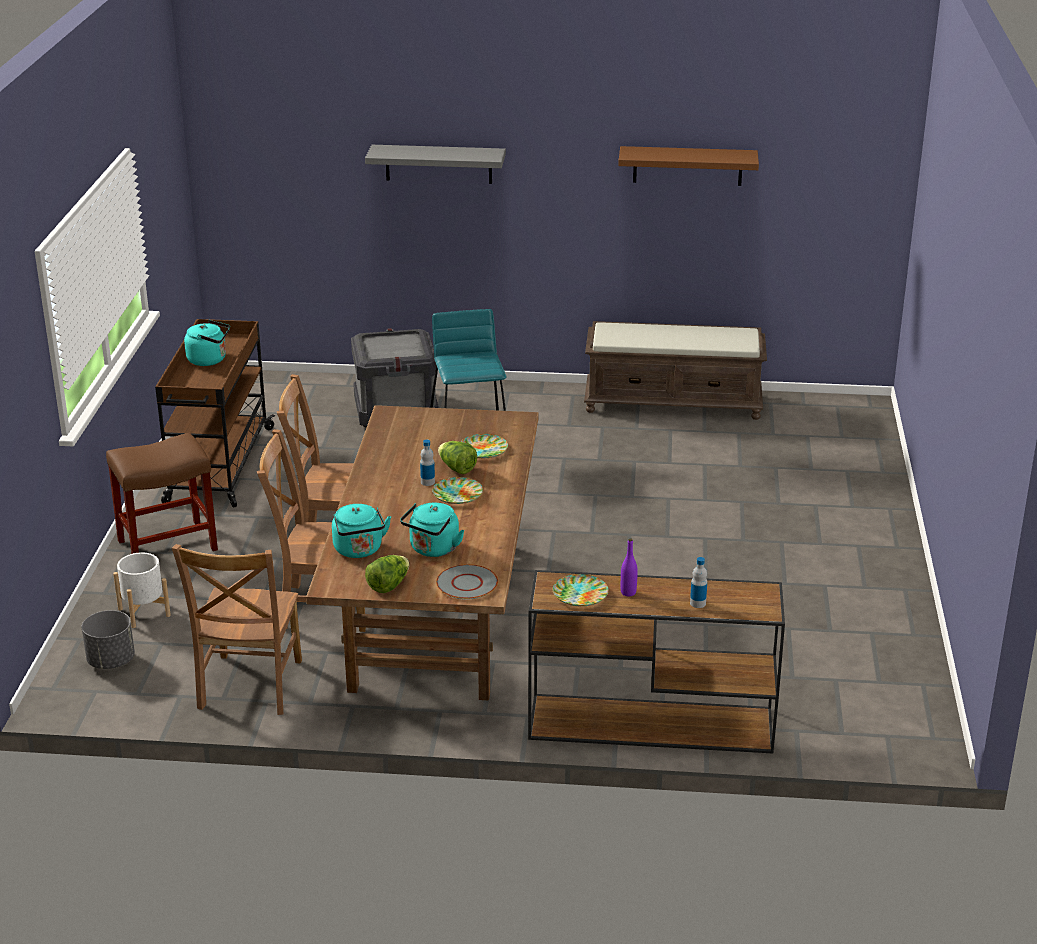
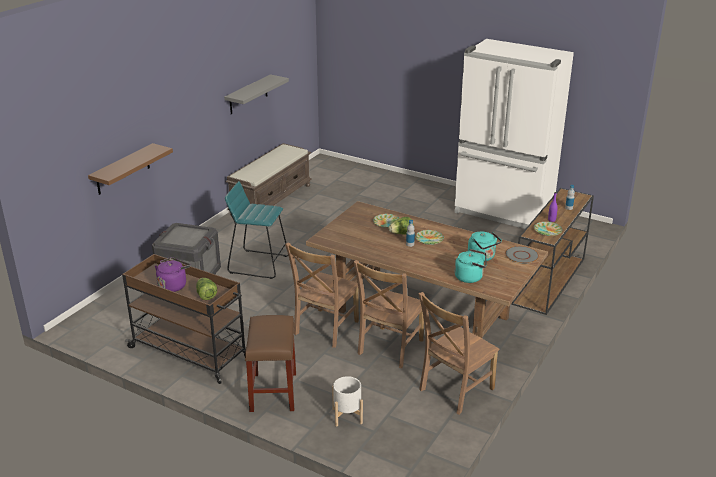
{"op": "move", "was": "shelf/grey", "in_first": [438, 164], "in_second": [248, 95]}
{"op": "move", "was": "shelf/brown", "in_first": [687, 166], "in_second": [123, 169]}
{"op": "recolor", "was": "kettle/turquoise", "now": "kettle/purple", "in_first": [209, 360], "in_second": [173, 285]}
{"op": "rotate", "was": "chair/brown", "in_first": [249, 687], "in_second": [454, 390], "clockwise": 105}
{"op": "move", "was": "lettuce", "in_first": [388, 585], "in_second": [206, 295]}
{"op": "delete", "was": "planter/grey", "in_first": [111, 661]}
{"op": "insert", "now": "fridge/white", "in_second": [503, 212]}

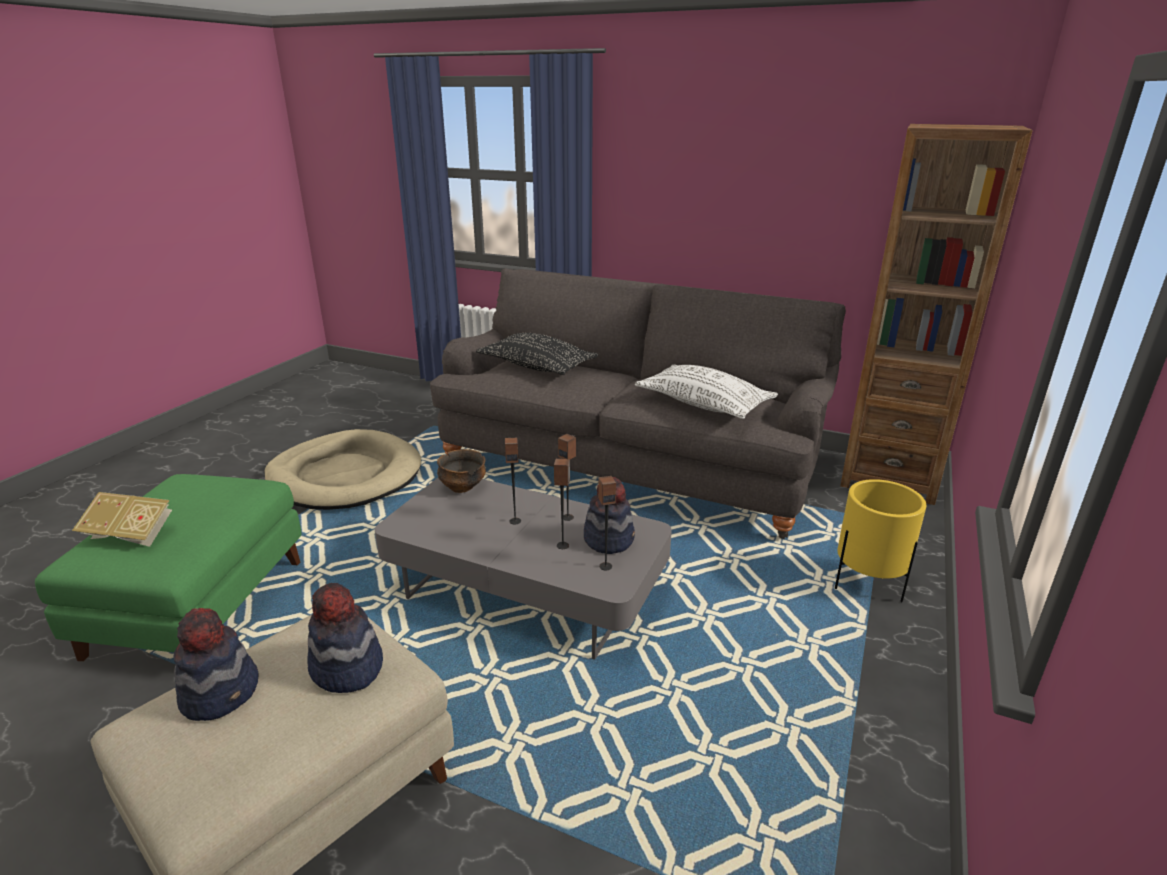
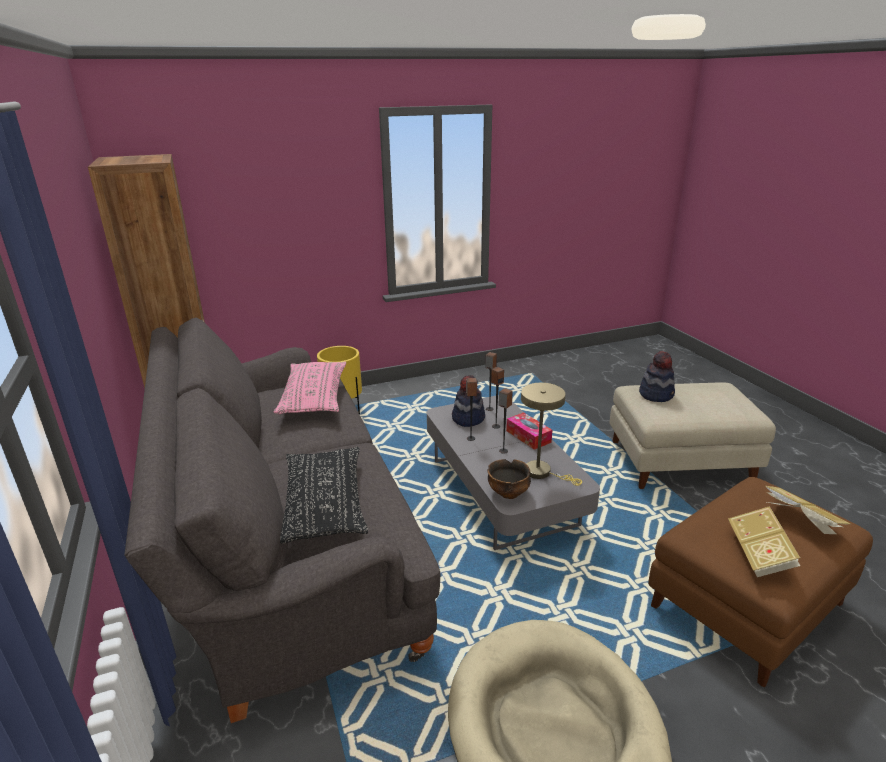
{"op": "recolor", "was": "pillow/white", "now": "pillow/pink", "in_first": [704, 404], "in_second": [314, 398]}
{"op": "recolor", "was": "ottoman/green", "now": "ottoman/brown", "in_first": [199, 606], "in_second": [746, 607]}
{"op": "delete", "was": "hat", "in_first": [221, 692]}
{"op": "insert", "now": "table lamp/beige", "in_second": [542, 472]}
{"op": "insert", "now": "tissue box", "in_second": [528, 436]}
{"op": "insert", "now": "book", "in_second": [759, 555]}

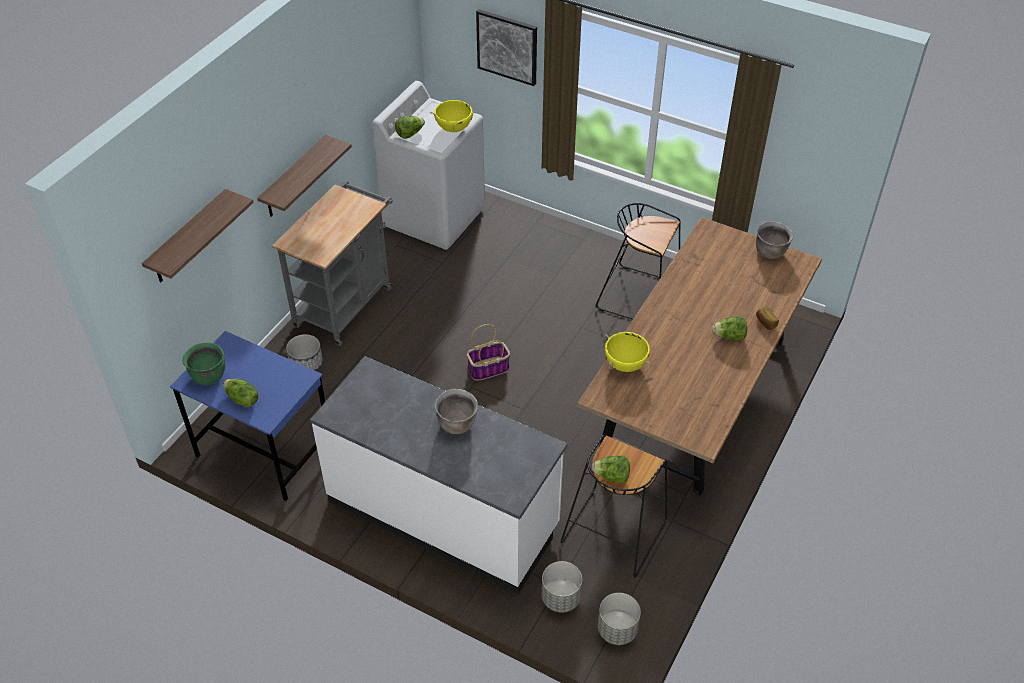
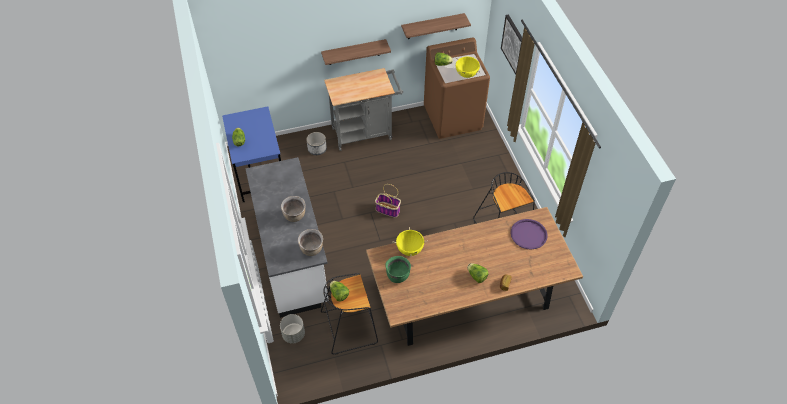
{"op": "recolor", "was": "washing machine/white", "now": "washing machine/brown", "in_first": [434, 216], "in_second": [453, 118]}
{"op": "move", "was": "shelf", "in_first": [188, 238], "in_second": [432, 26]}
{"op": "move", "was": "cooking pot/brown", "in_first": [770, 252], "in_second": [312, 249]}
{"op": "move", "was": "cooking pot/green", "in_first": [208, 376], "in_second": [397, 276]}
{"op": "delete", "was": "planter/grey", "in_first": [617, 630]}
{"op": "insert", "now": "tray/purple", "in_second": [528, 234]}

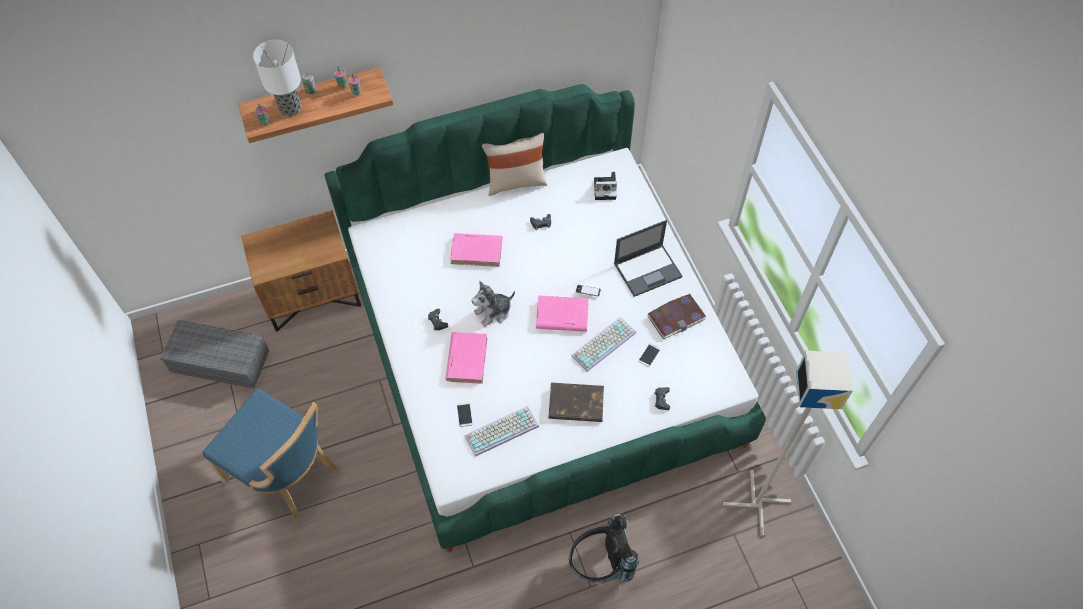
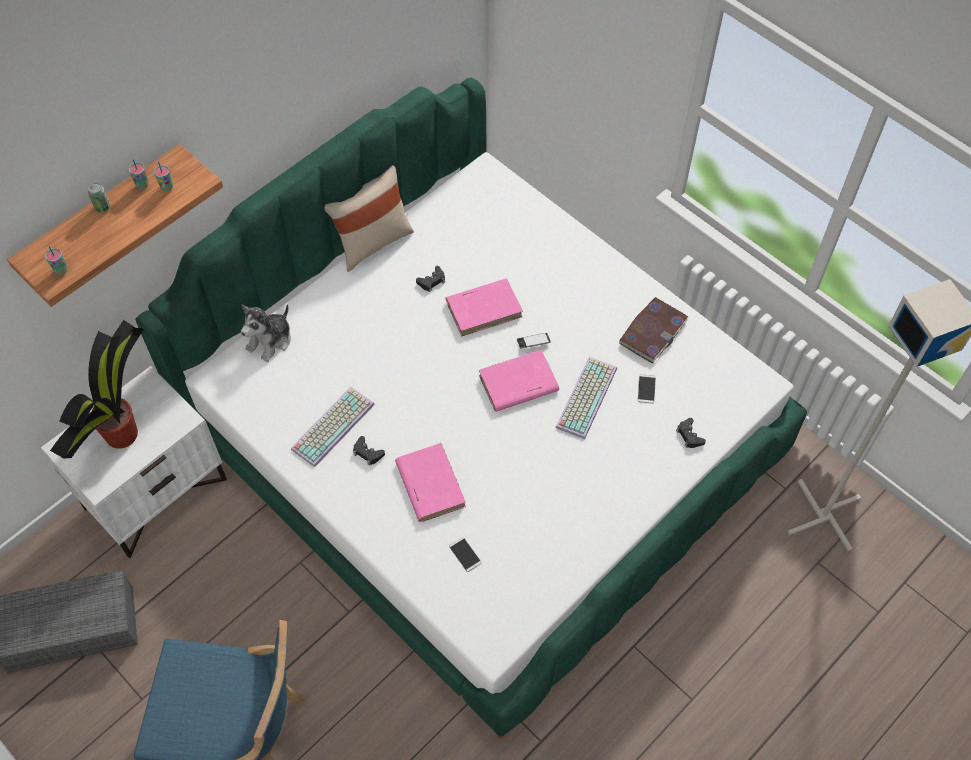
{"op": "delete", "was": "table lamp", "in_first": [290, 108]}
{"op": "delete", "was": "photo camera", "in_first": [606, 189]}
{"op": "recolor", "was": "nightstand/brown", "now": "nightstand/white", "in_first": [313, 296], "in_second": [155, 492]}
{"op": "delete", "was": "laptop", "in_first": [648, 270]}
{"op": "move", "was": "book/pink", "in_first": [477, 251], "in_second": [484, 308]}
{"op": "move", "was": "plush toy", "in_first": [493, 312], "in_second": [270, 340]}
{"op": "delete", "was": "book/brown", "in_first": [575, 404]}
{"op": "move", "was": "keyboard", "in_first": [502, 429], "in_second": [332, 425]}
{"op": "delete", "was": "backpack/black", "in_first": [600, 564]}
{"op": "insert", "now": "potted plant", "in_second": [122, 432]}

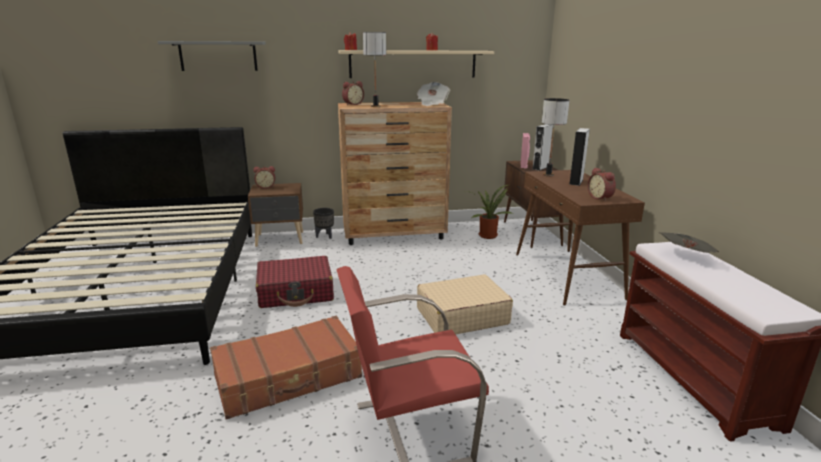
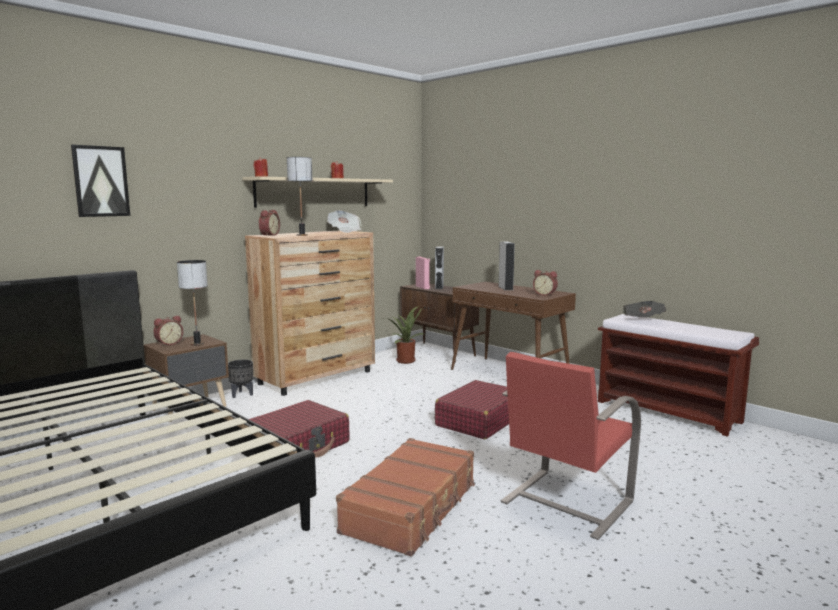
{"op": "replace", "was": "shelf/grey", "now": "picture", "in_first": [218, 56], "in_second": [101, 181]}
{"op": "move", "was": "table lamp", "in_first": [548, 175], "in_second": [197, 344]}
{"op": "recolor", "was": "suitcase/beige", "now": "suitcase/red", "in_first": [461, 316], "in_second": [479, 421]}

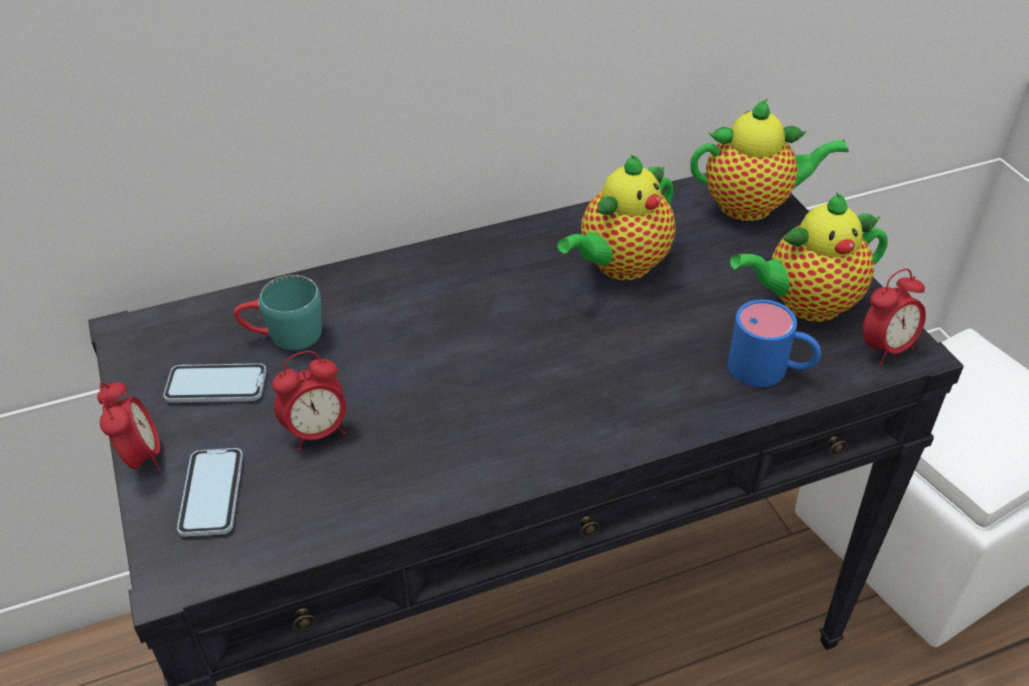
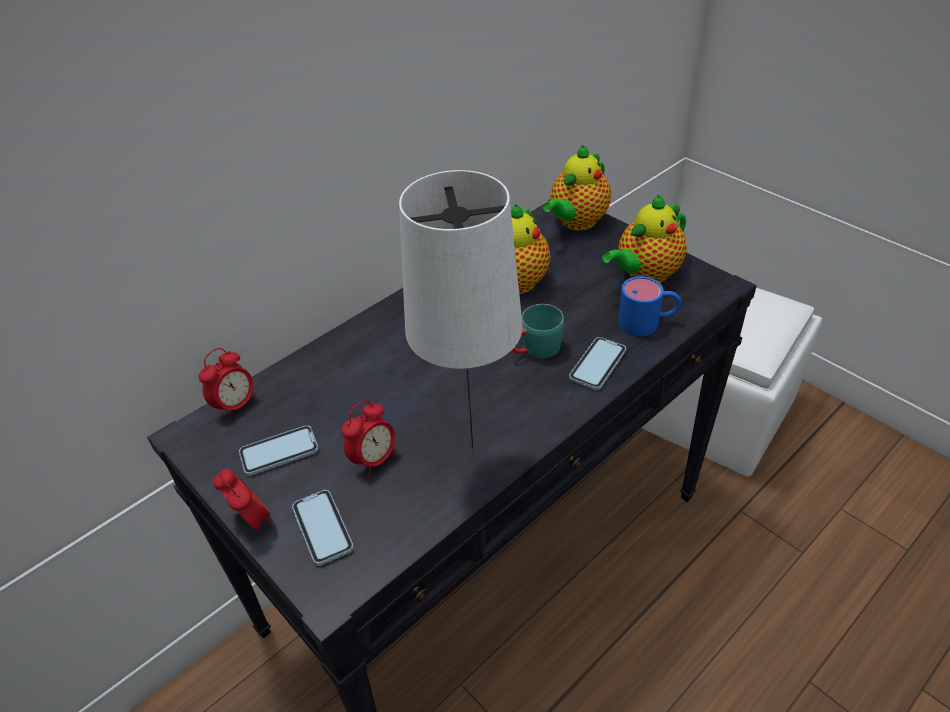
{"op": "rotate", "was": "teapot", "in_first": [752, 206], "in_second": [576, 222], "clockwise": 150}
{"op": "move", "was": "alarm clock", "in_first": [885, 348], "in_second": [236, 405]}
{"op": "move", "was": "mug/turquoise", "in_first": [283, 335], "in_second": [534, 350]}
{"op": "insert", "now": "table lamp/white", "in_second": [474, 462]}
{"op": "insert", "now": "phone", "in_second": [597, 365]}

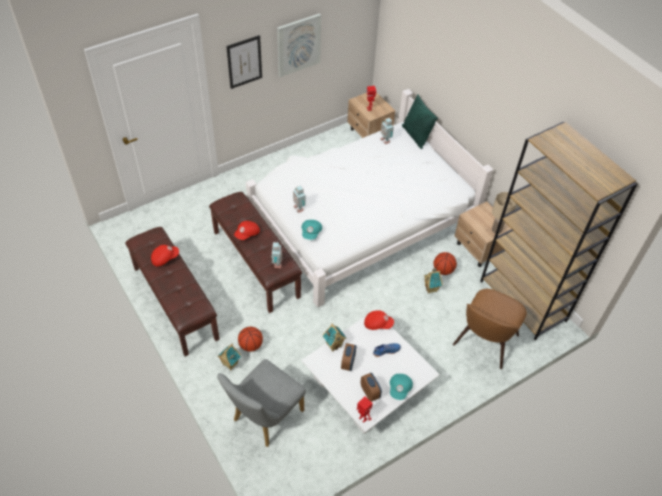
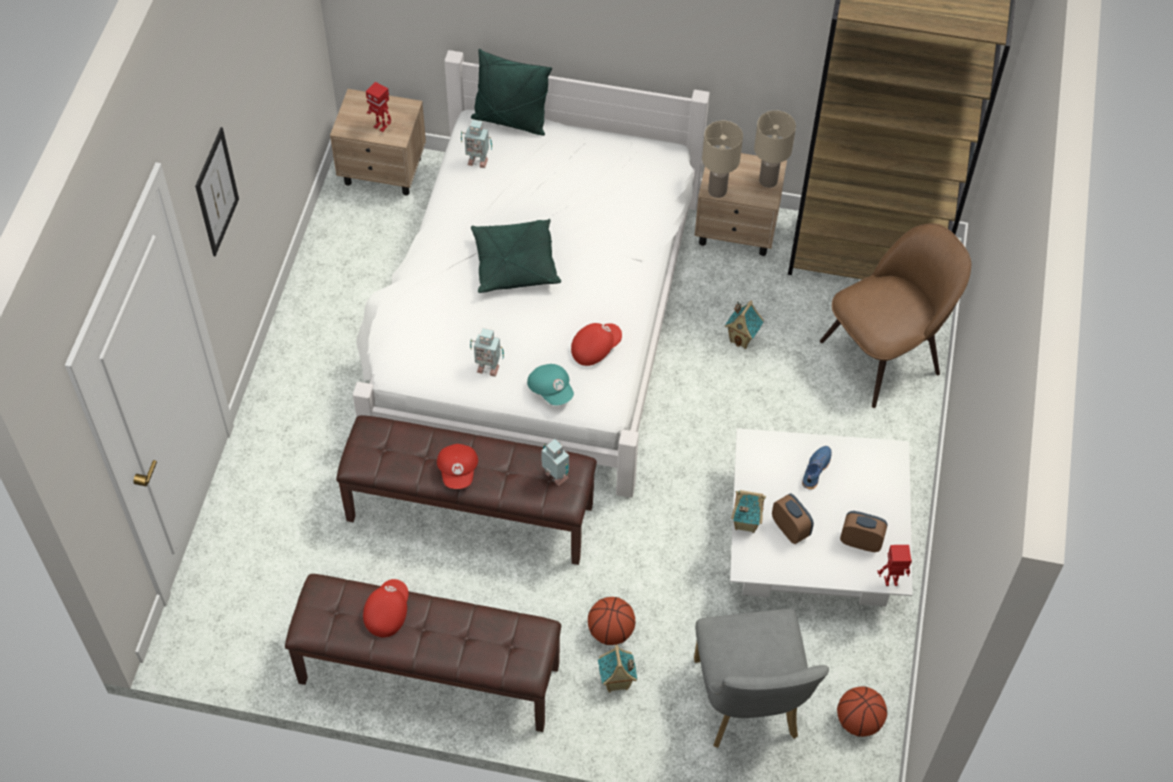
{"op": "delete", "was": "picture", "in_first": [298, 44]}
{"op": "move", "was": "basketball", "in_first": [443, 270], "in_second": [858, 721]}
{"op": "rotate", "was": "chair/brown", "in_first": [484, 342], "in_second": [884, 355], "clockwise": -105}
{"op": "move", "was": "cap/red", "in_first": [378, 324], "in_second": [595, 348]}
{"op": "delete", "was": "cap/turquoise", "in_first": [400, 389]}
{"op": "insert", "now": "table lamp/beige", "in_second": [717, 190]}
{"op": "insert", "now": "pillow/green", "in_second": [515, 264]}

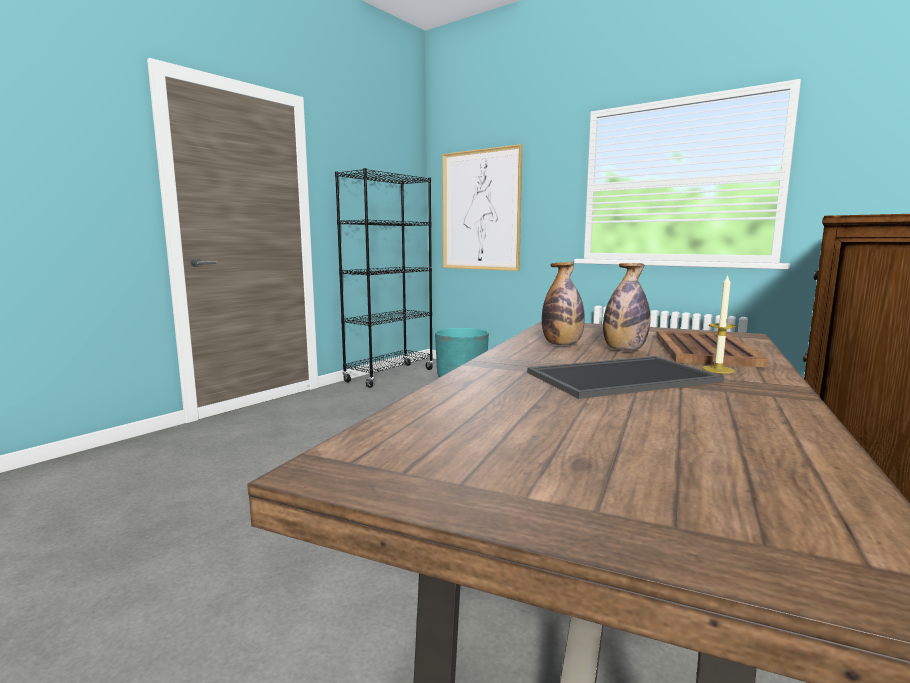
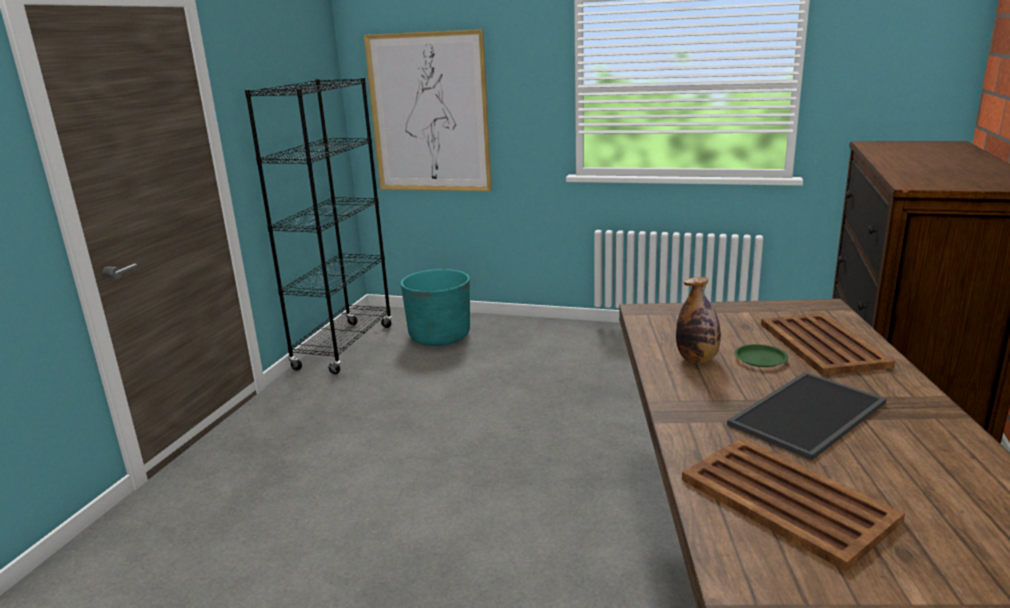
{"op": "replace", "was": "bottle", "now": "plate/green", "in_first": [624, 350], "in_second": [760, 359]}
{"op": "delete", "was": "candle", "in_first": [718, 369]}
{"op": "insert", "now": "tray/brown", "in_second": [788, 501]}

